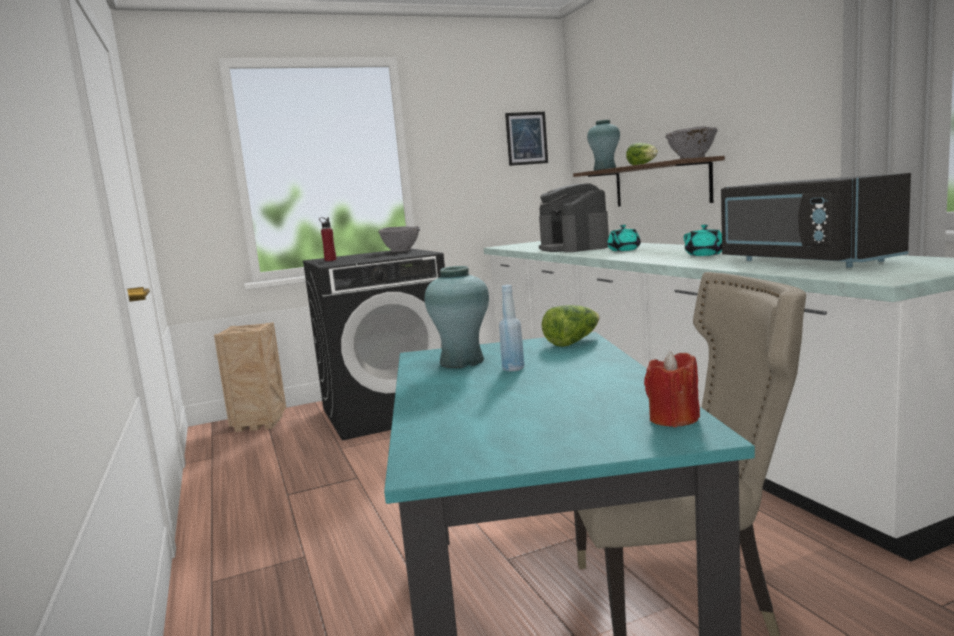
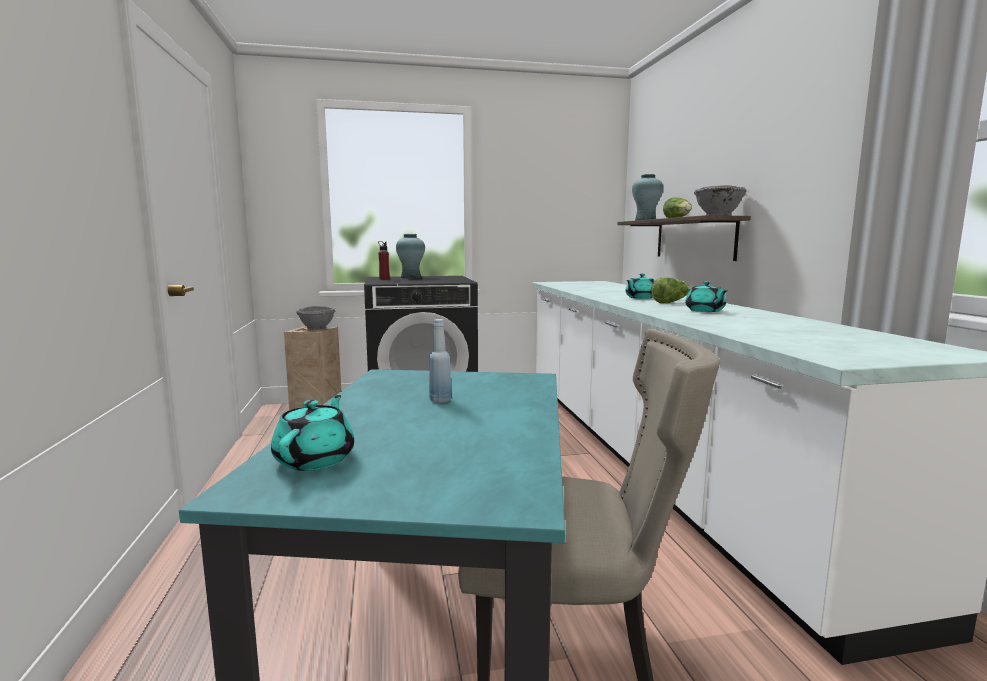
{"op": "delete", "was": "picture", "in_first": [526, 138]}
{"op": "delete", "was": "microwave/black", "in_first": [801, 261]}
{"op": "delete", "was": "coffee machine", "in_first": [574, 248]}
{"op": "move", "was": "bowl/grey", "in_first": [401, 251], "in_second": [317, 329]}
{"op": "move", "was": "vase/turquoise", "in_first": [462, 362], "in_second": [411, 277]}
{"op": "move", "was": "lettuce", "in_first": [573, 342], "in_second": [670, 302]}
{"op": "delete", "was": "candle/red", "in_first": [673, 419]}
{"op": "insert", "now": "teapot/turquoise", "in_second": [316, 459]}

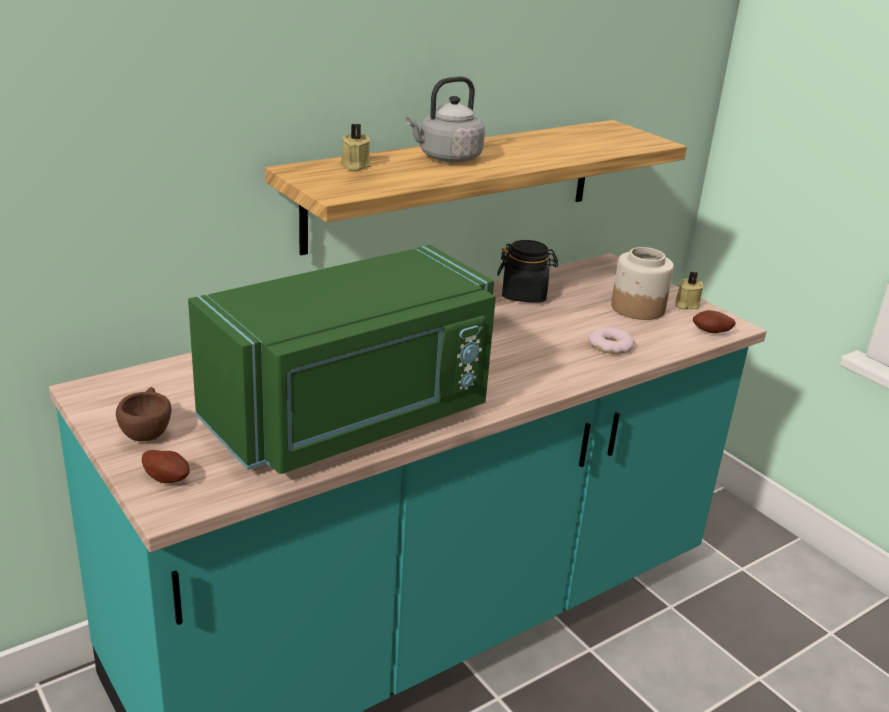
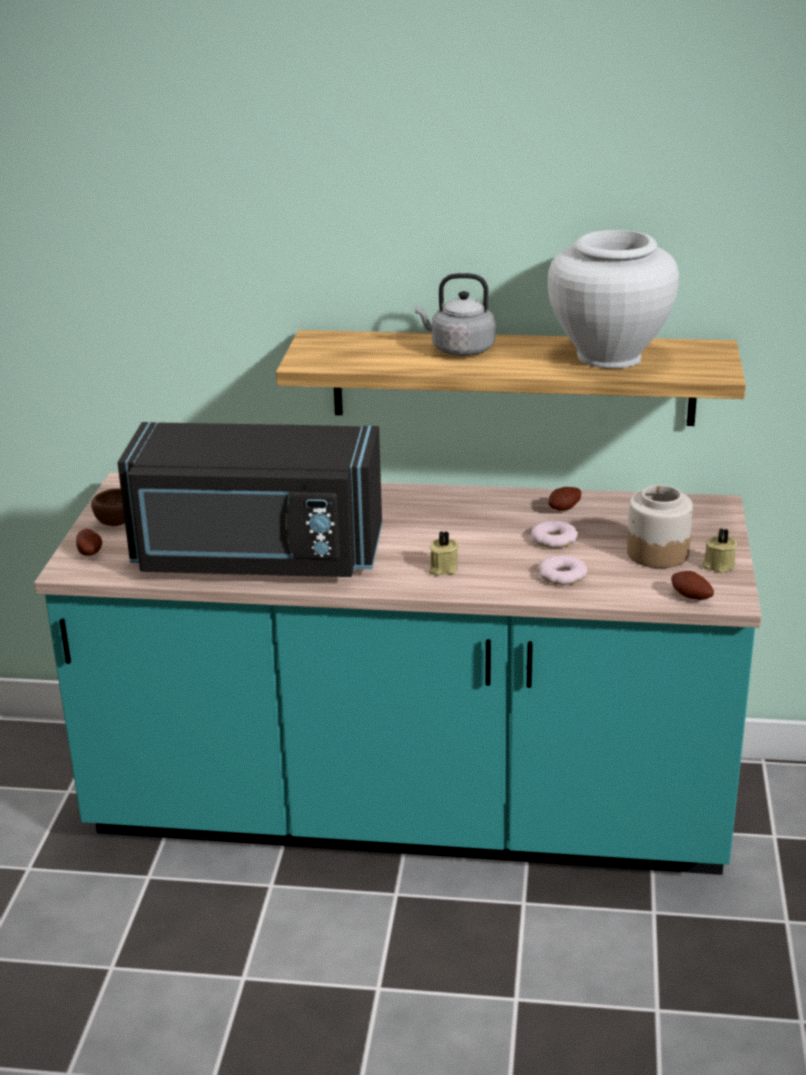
{"op": "move", "was": "candle/beige", "in_first": [354, 166], "in_second": [442, 569]}
{"op": "replace", "was": "jar/black", "now": "potato", "in_first": [524, 295], "in_second": [565, 509]}
{"op": "recolor", "was": "microwave/green", "now": "microwave/black", "in_first": [353, 418], "in_second": [256, 558]}
{"op": "insert", "now": "vase/white", "in_second": [609, 356]}
{"op": "insert", "now": "donut", "in_second": [554, 539]}

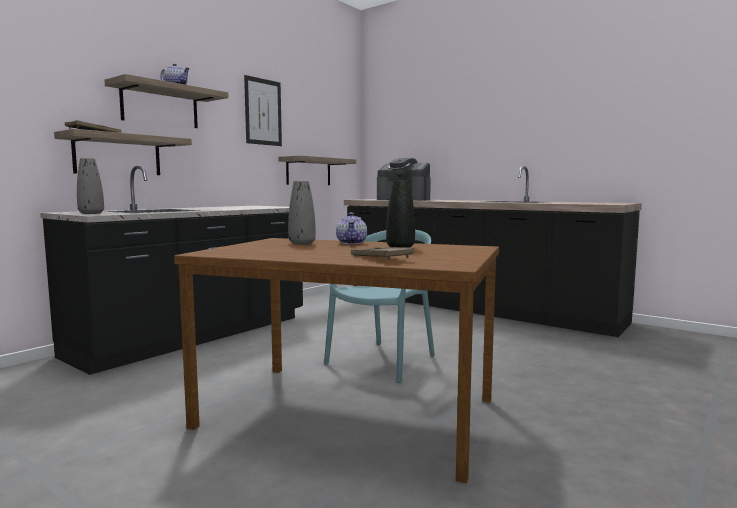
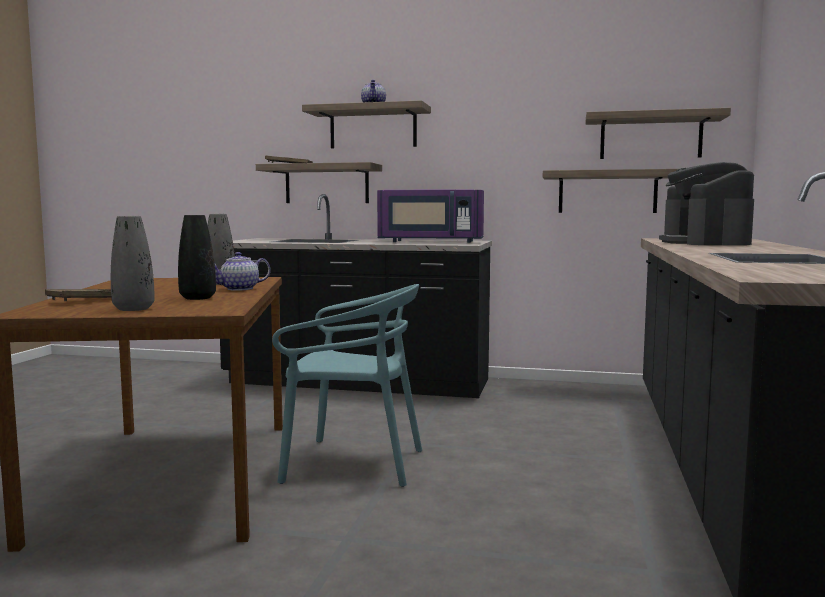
{"op": "delete", "was": "picture", "in_first": [263, 112]}
{"op": "move", "was": "vase/grey", "in_first": [91, 213], "in_second": [133, 309]}
{"op": "insert", "now": "shelf", "in_second": [650, 137]}
{"op": "insert", "now": "microwave/purple", "in_second": [431, 241]}

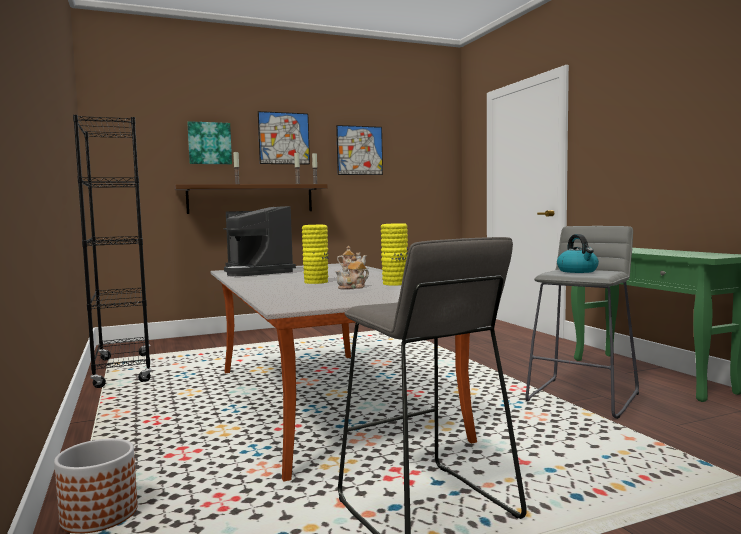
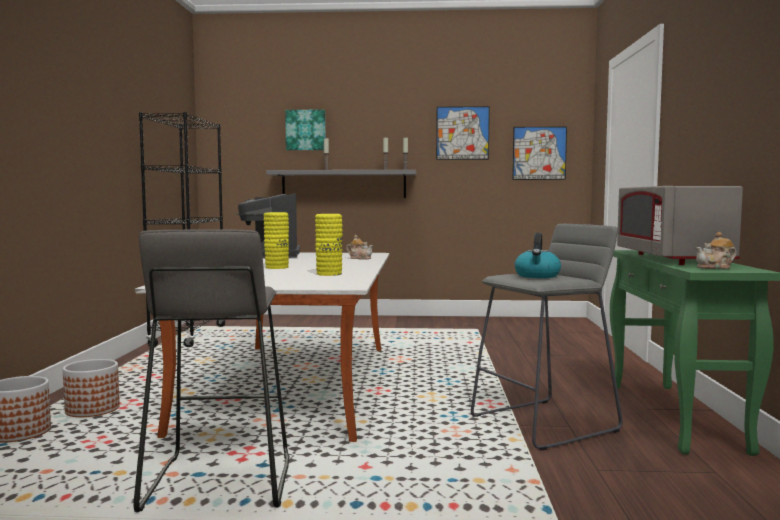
{"op": "move", "was": "picture", "in_first": [284, 138], "in_second": [539, 153]}
{"op": "recolor", "was": "shelf/brown", "now": "shelf/grey", "in_first": [251, 199], "in_second": [343, 184]}
{"op": "move", "was": "teapot", "in_first": [353, 287], "in_second": [715, 268]}
{"op": "insert", "now": "microwave/grey", "in_second": [672, 259]}
{"op": "insert", "now": "planter", "in_second": [92, 410]}

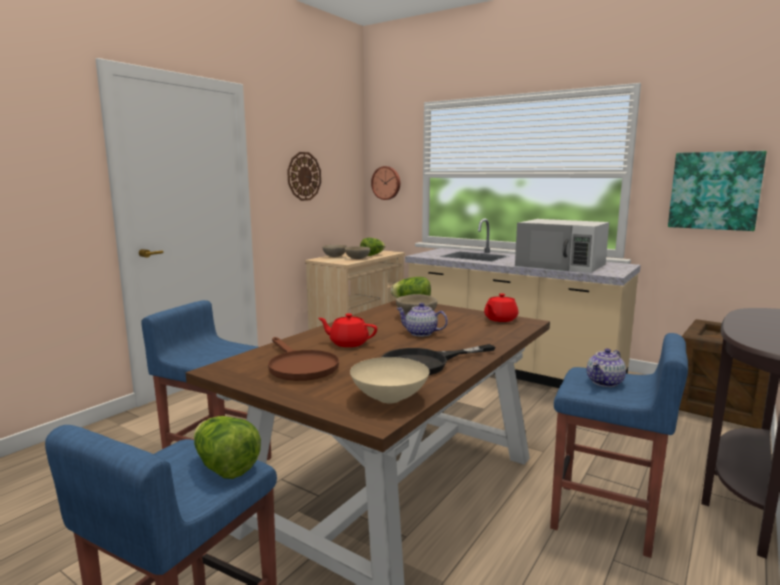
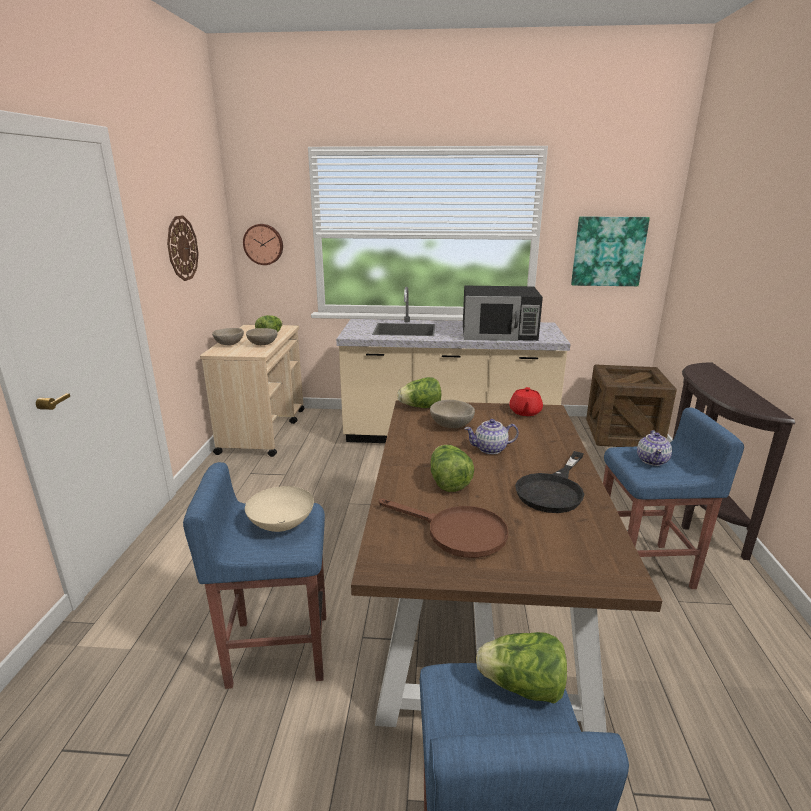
{"op": "recolor", "was": "microwave/white", "now": "microwave/black", "in_first": [561, 265], "in_second": [499, 332]}
{"op": "replace", "was": "teapot/red", "now": "lettuce", "in_first": [348, 343], "in_second": [448, 482]}
{"op": "move", "was": "bowl/beige", "in_first": [390, 398], "in_second": [282, 524]}

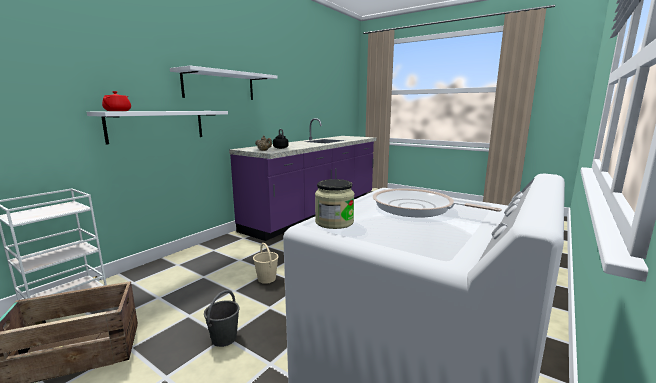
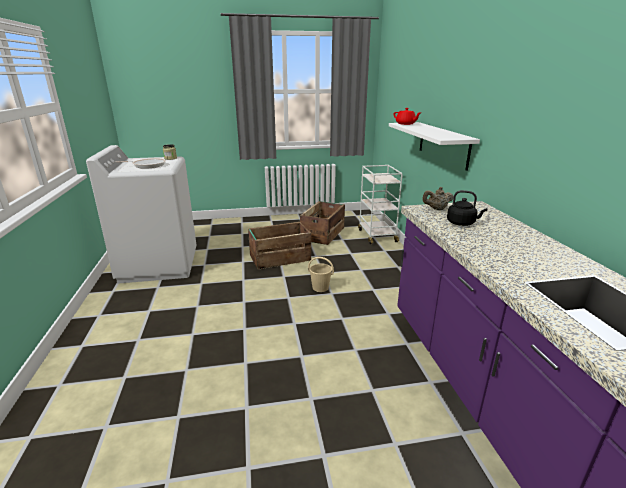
{"op": "delete", "was": "shelf/white", "in_first": [219, 86]}
{"op": "replace", "was": "bucket/grey", "now": "crate", "in_first": [224, 338], "in_second": [279, 258]}

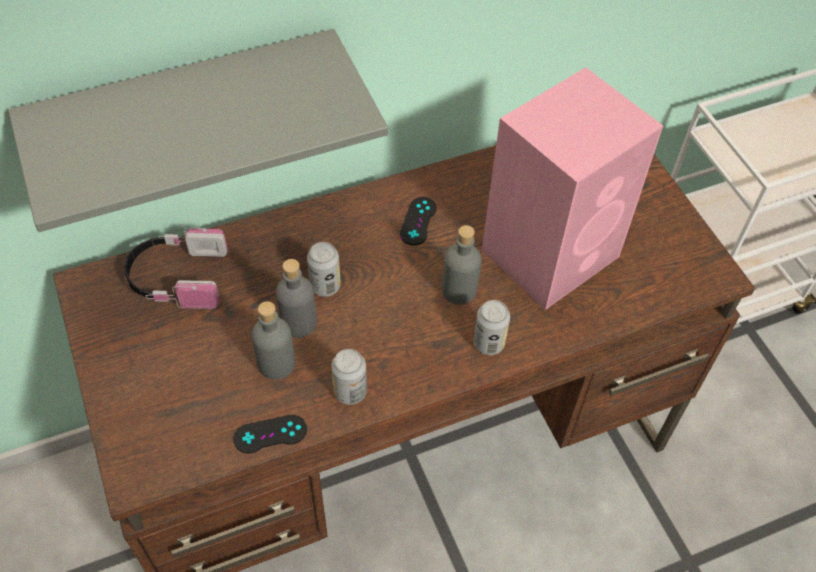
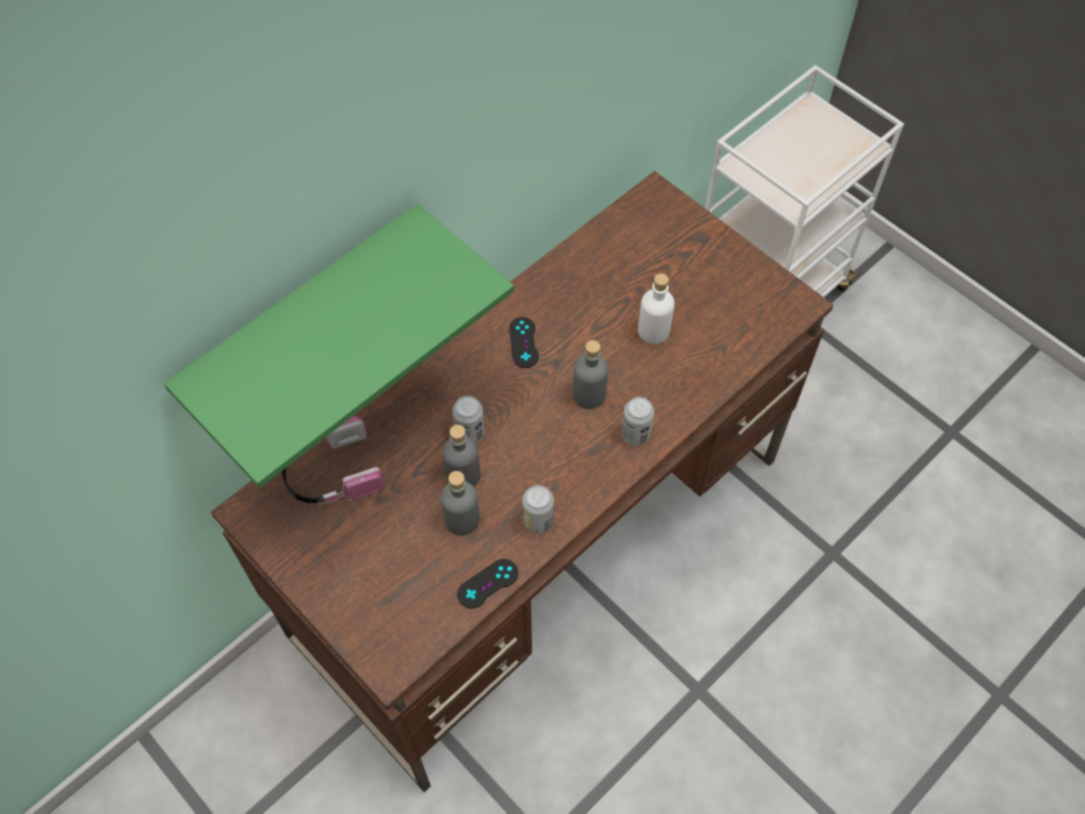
{"op": "recolor", "was": "shelf/grey", "now": "shelf/green", "in_first": [188, 113], "in_second": [307, 323]}
{"op": "replace", "was": "speaker/pink", "now": "bottle/white", "in_first": [552, 252], "in_second": [653, 331]}

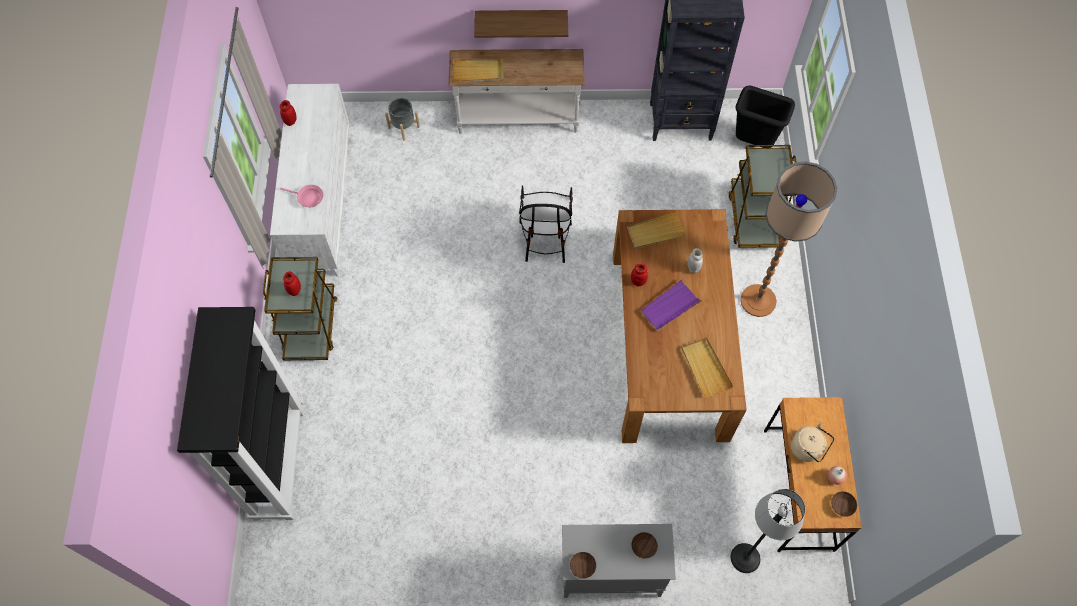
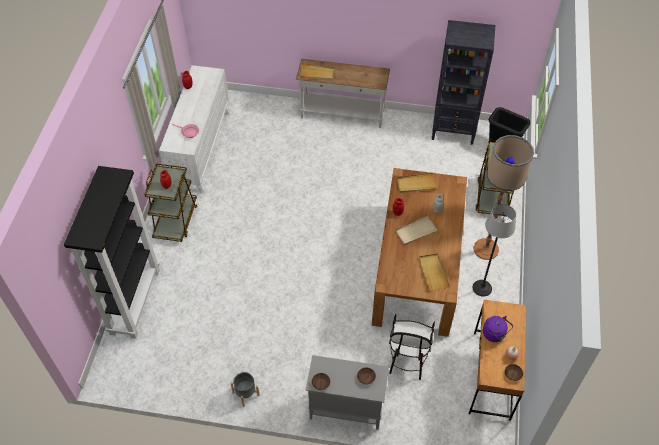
{"op": "delete", "was": "shelf", "in_first": [521, 19]}
{"op": "move", "was": "planter/grey", "in_first": [403, 127], "in_second": [245, 394]}
{"op": "move", "was": "chair", "in_first": [545, 238], "in_second": [407, 357]}
{"op": "recolor", "was": "tray/purple", "now": "tray/beige", "in_first": [670, 307], "in_second": [416, 231]}
{"op": "recolor", "was": "kettle/beige", "now": "kettle/purple", "in_first": [808, 449], "in_second": [495, 334]}
{"op": "move", "was": "floor lamp", "in_first": [745, 557], "in_second": [482, 287]}

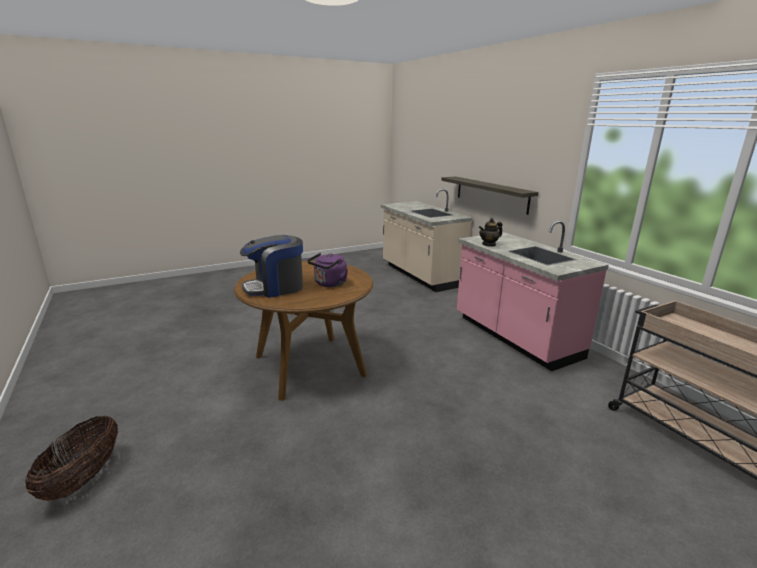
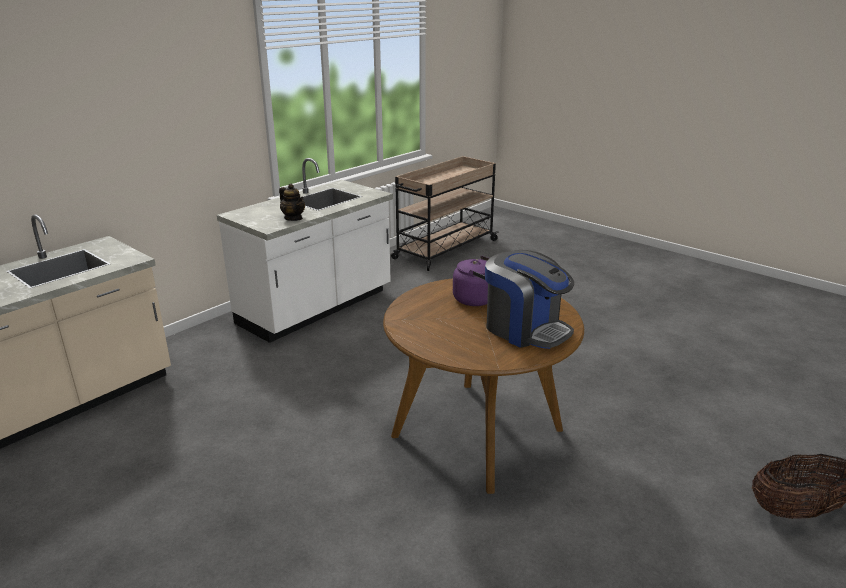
{"op": "delete", "was": "shelf", "in_first": [491, 194]}
{"op": "recolor", "was": "counter/pink", "now": "counter/white", "in_first": [514, 337], "in_second": [317, 308]}

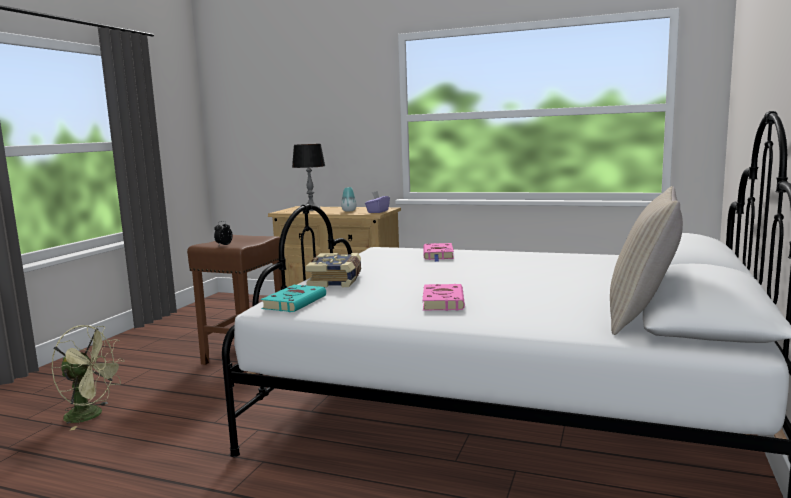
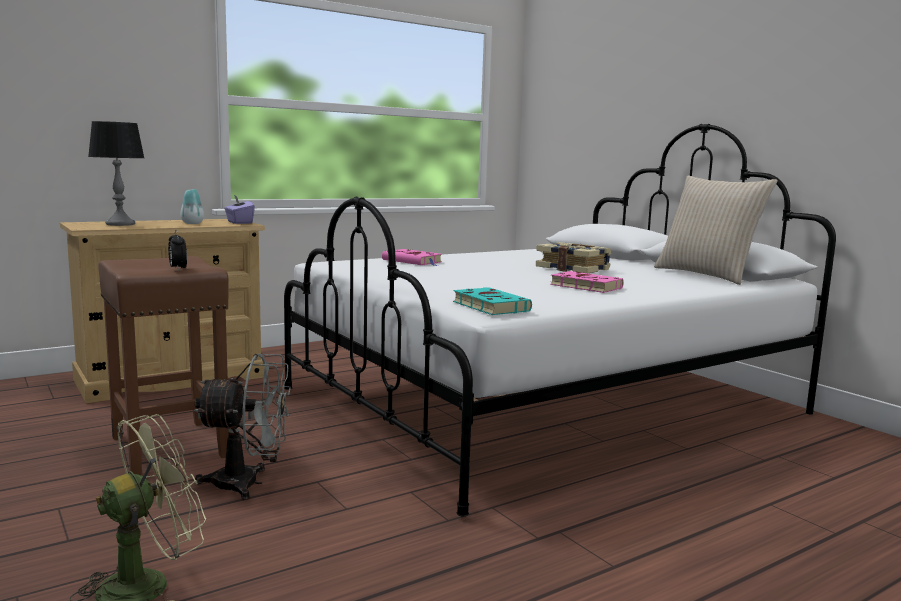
{"op": "move", "was": "book", "in_first": [336, 281], "in_second": [573, 269]}
{"op": "insert", "now": "fan/grey", "in_second": [248, 484]}

